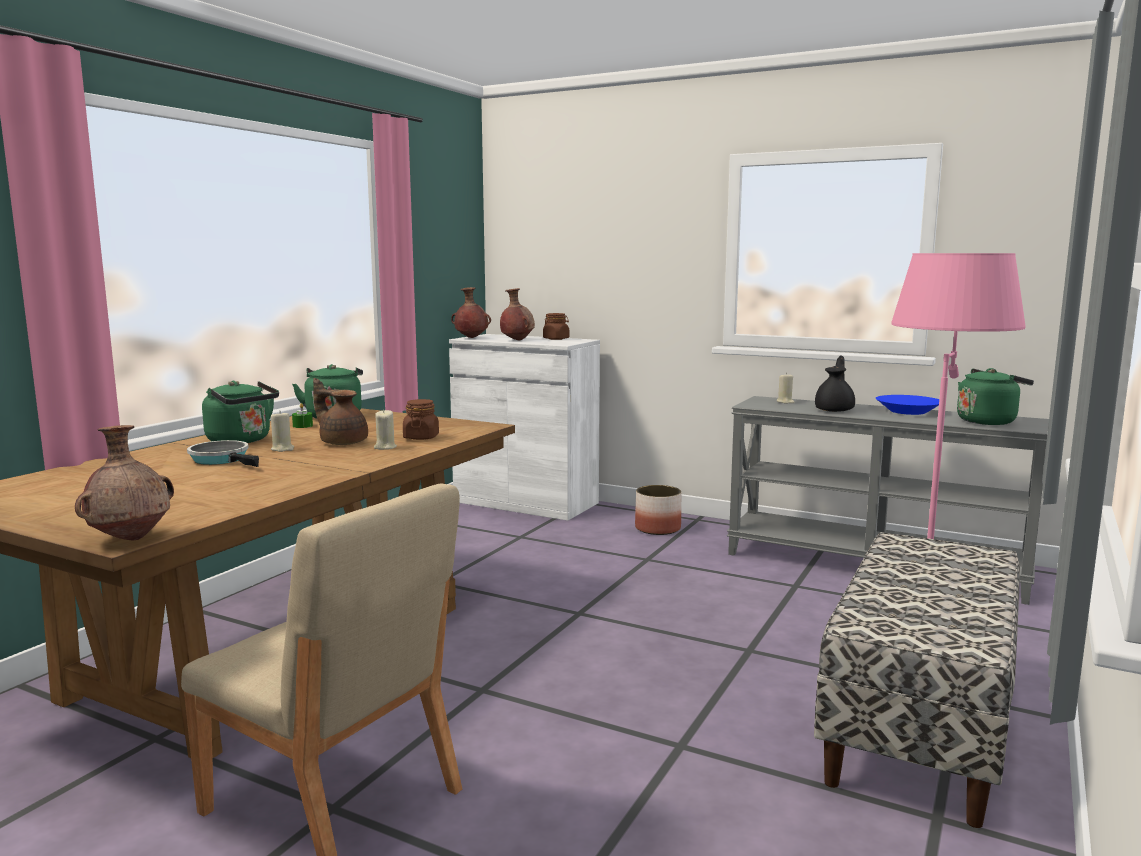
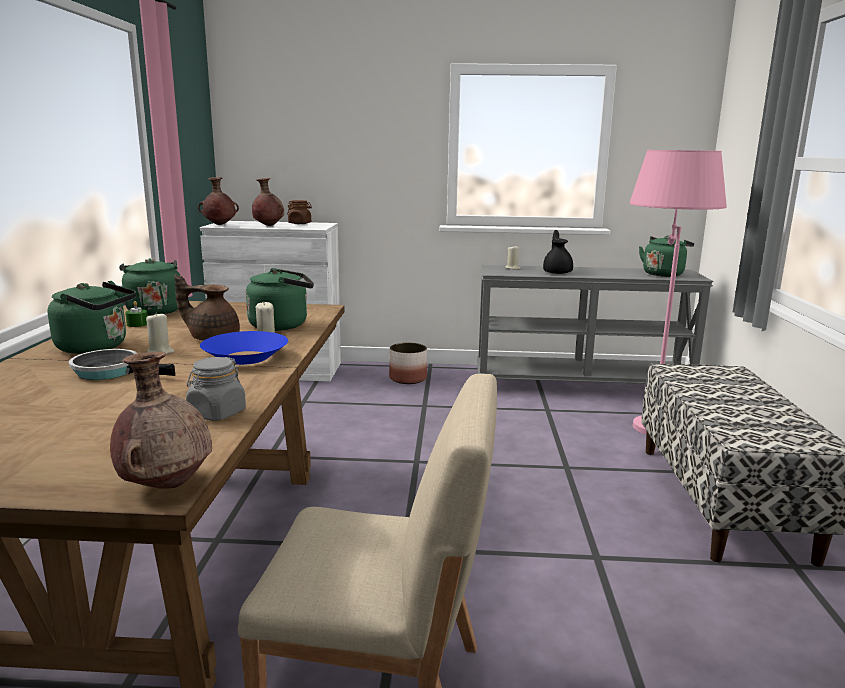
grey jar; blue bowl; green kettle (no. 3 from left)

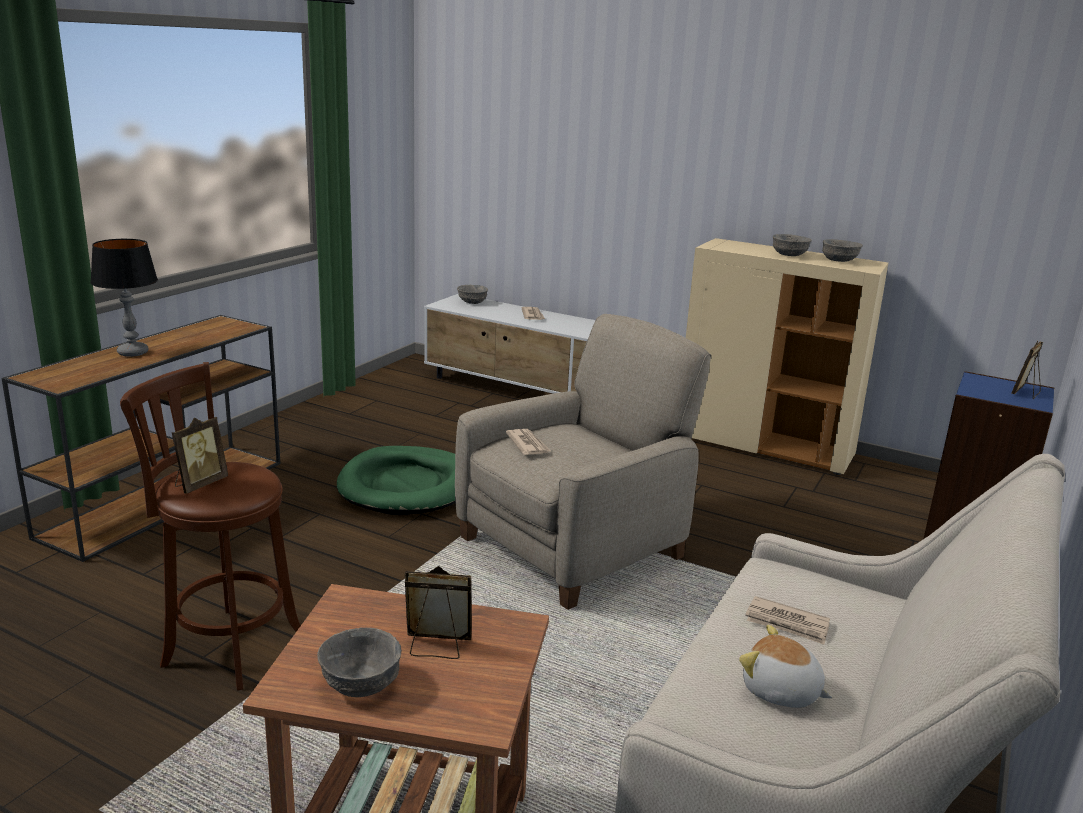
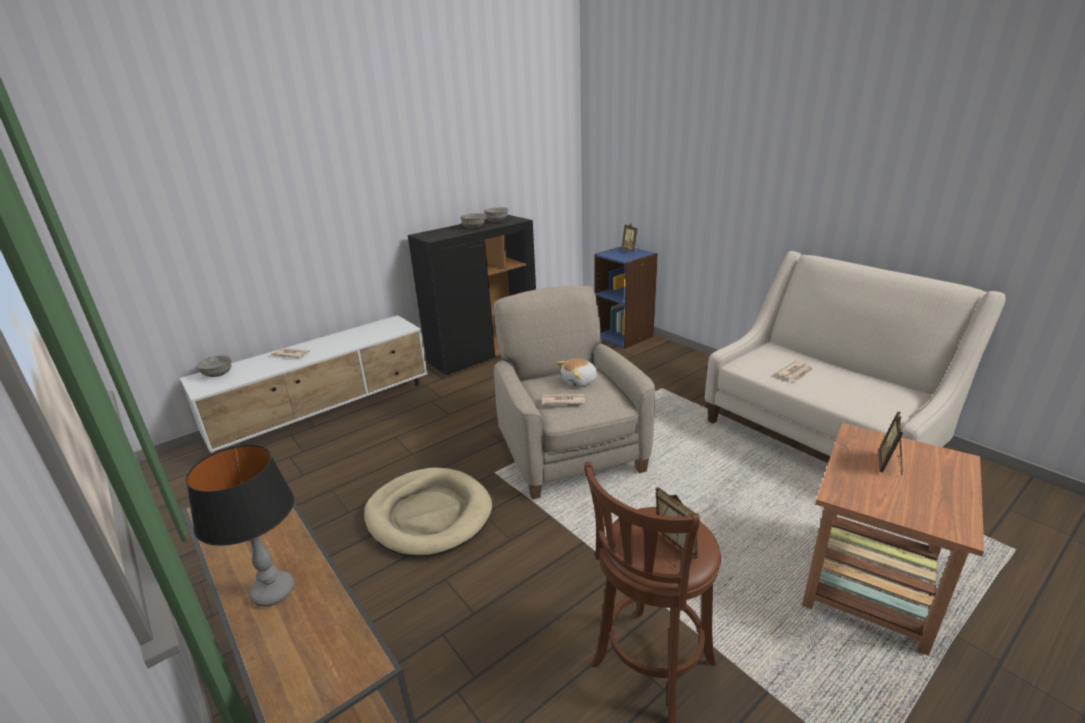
beige dog bed; black cabinet; plush toy; grey bowl (no. 1 from left in the first image)

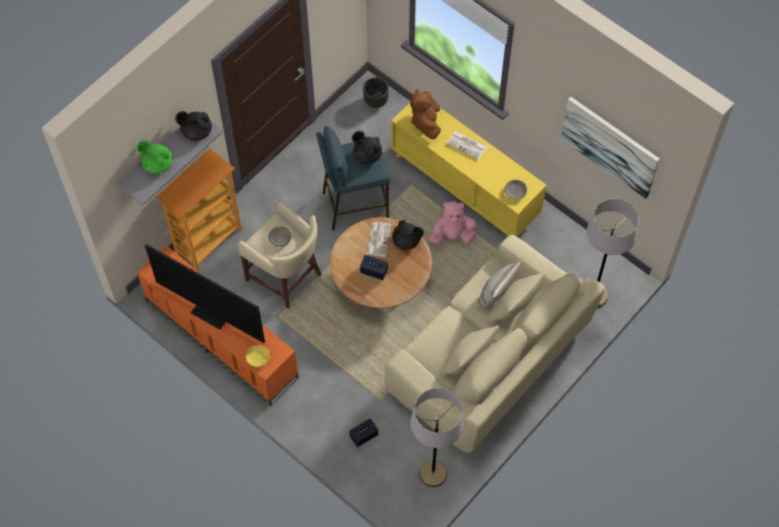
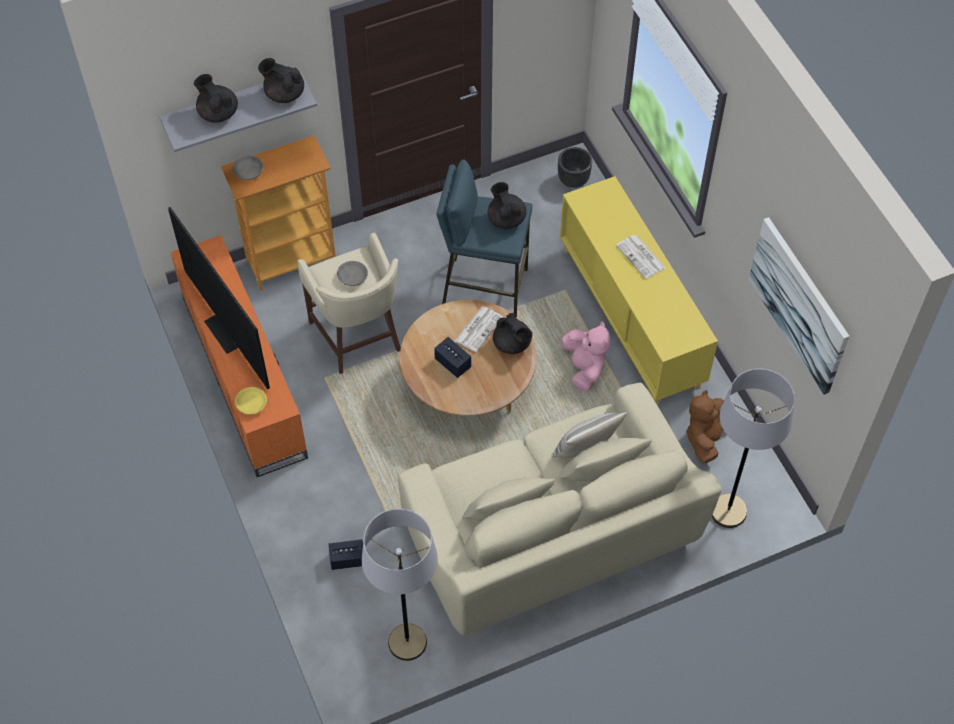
black teapot (no. 1 from left); grey bowl (no. 1 from left); pink plush toy; brown plush toy

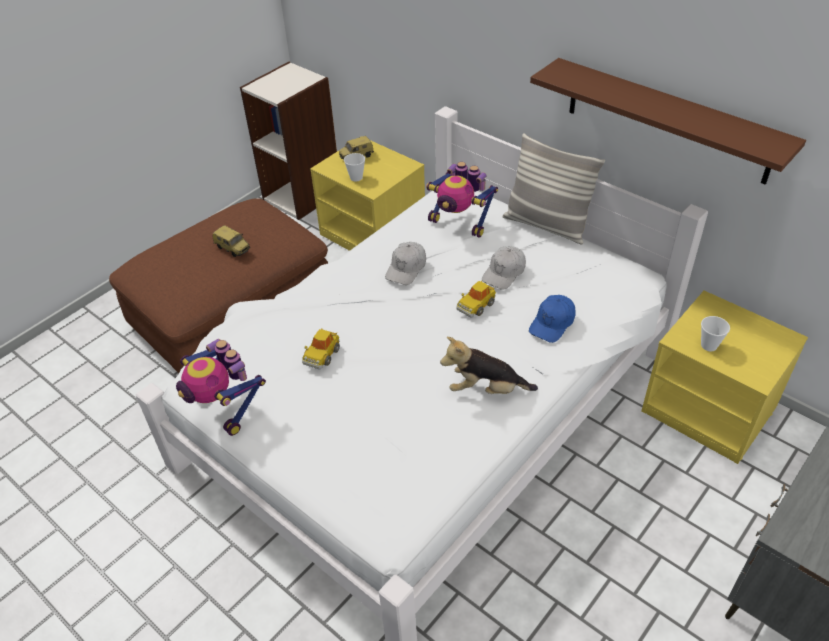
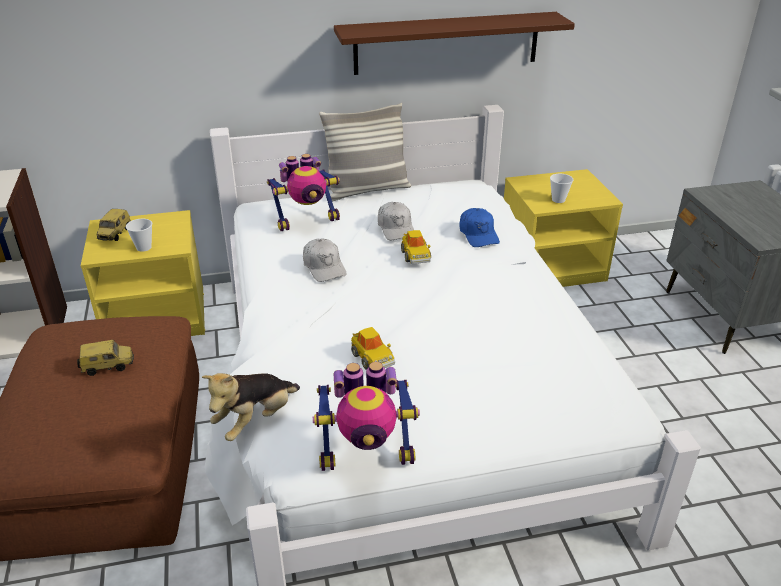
plush toy

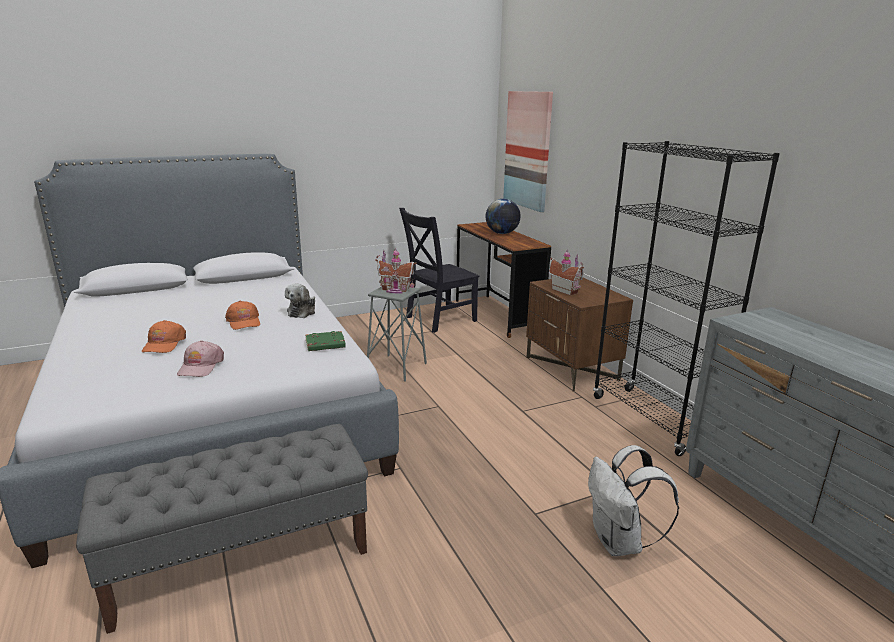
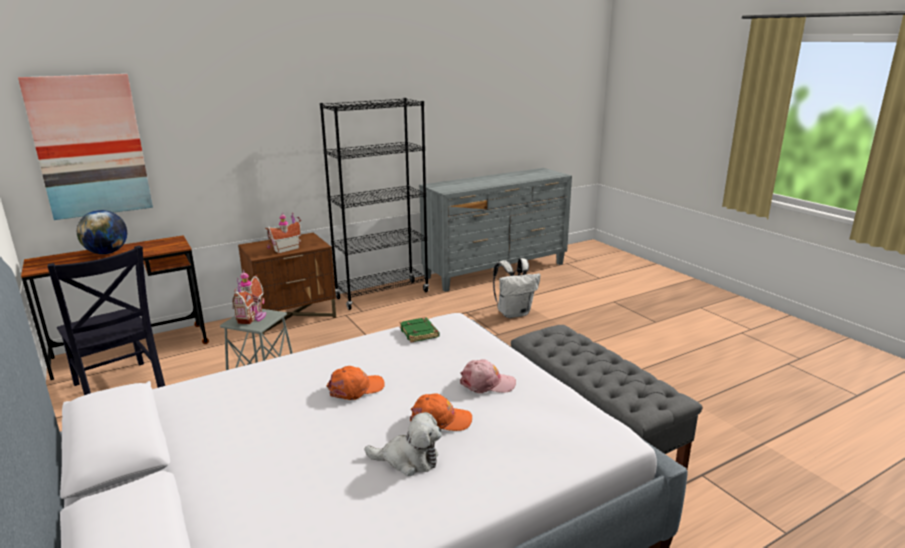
plush toy

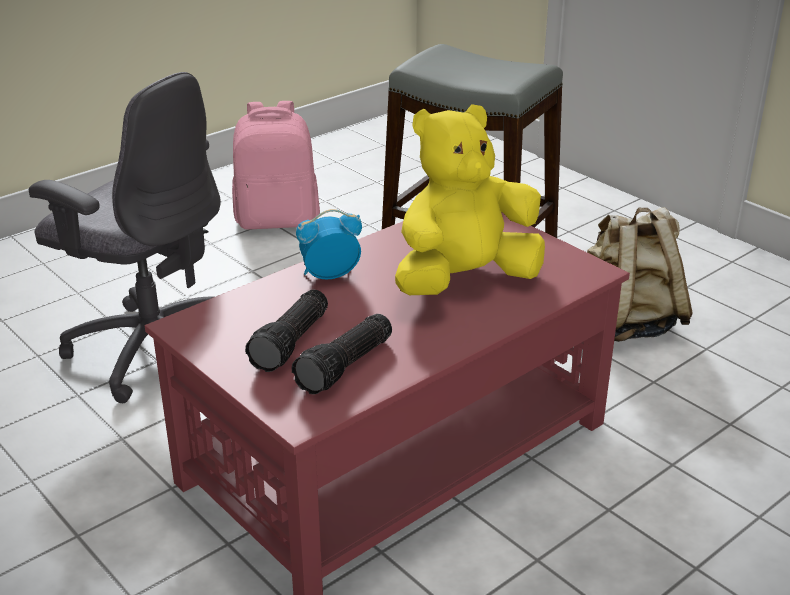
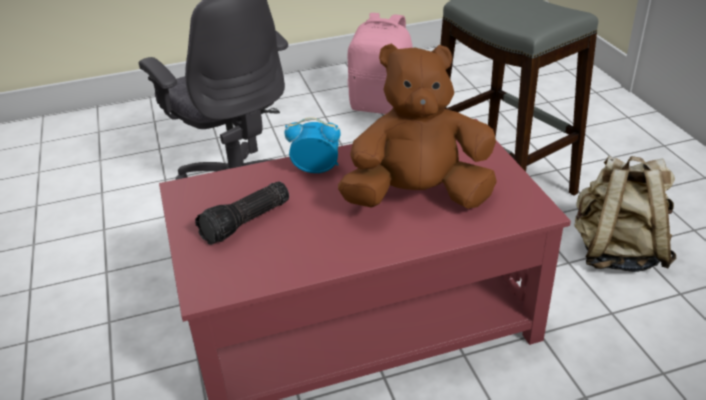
brown plush toy; flashlight (no. 2 from left in the first image)

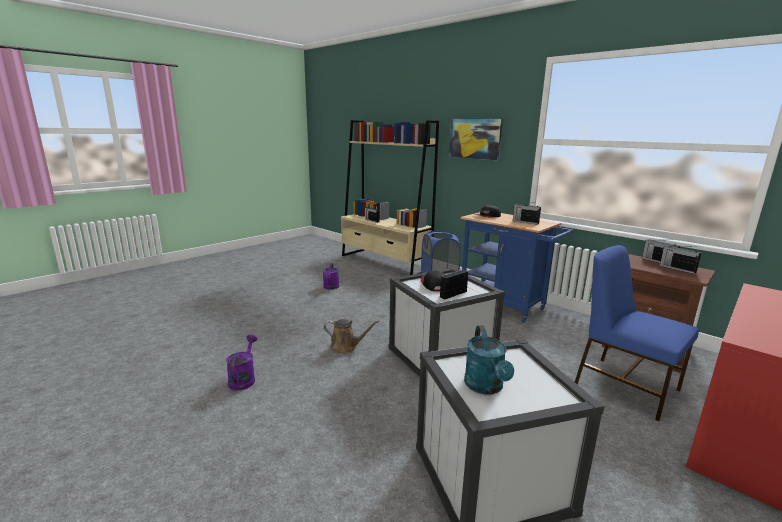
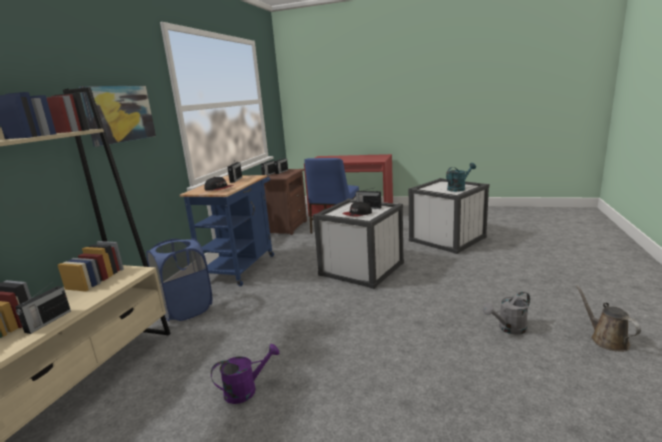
grey watering can; brown watering can

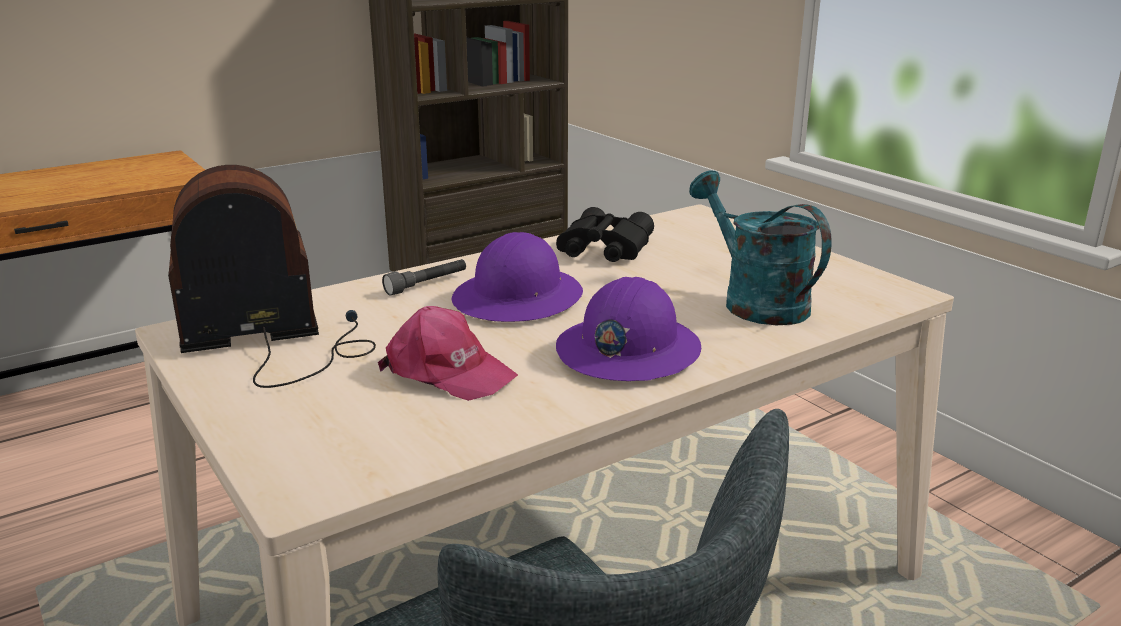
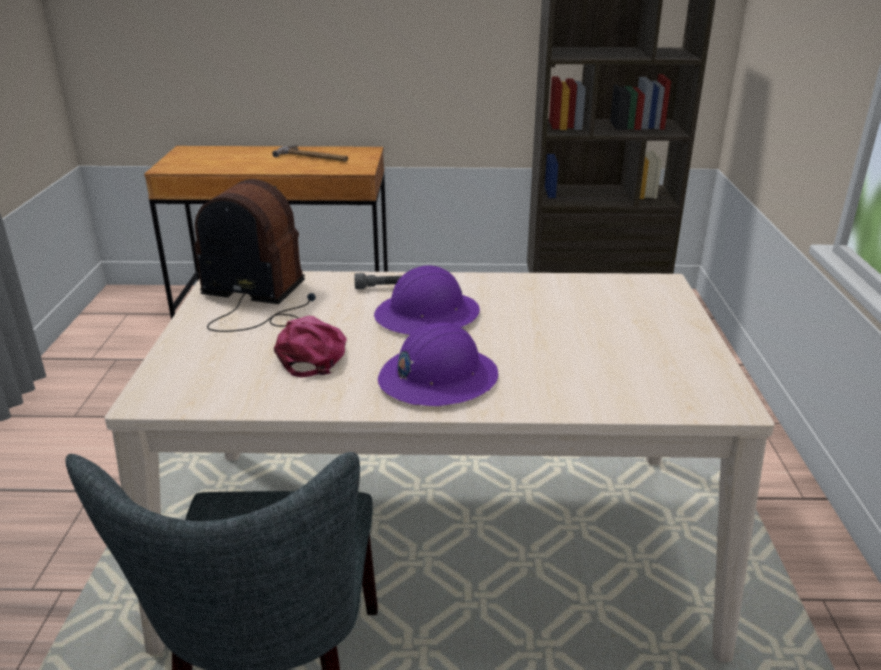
hammer; pink cap; black binoculars; turquoise watering can

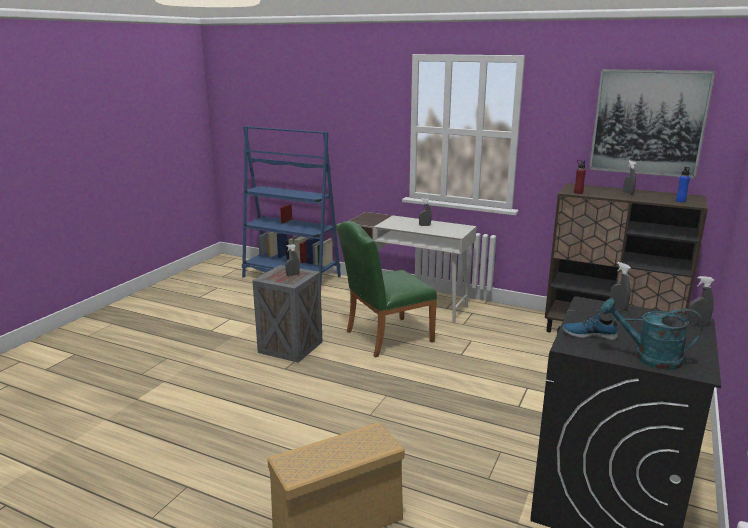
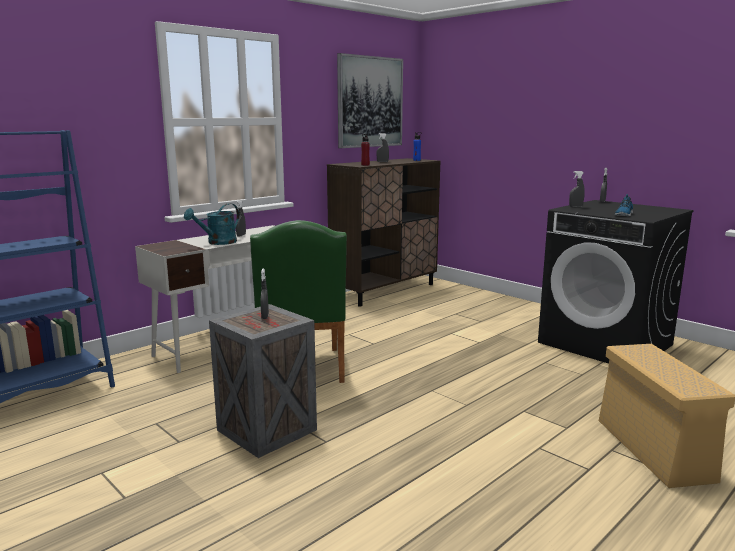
turquoise watering can

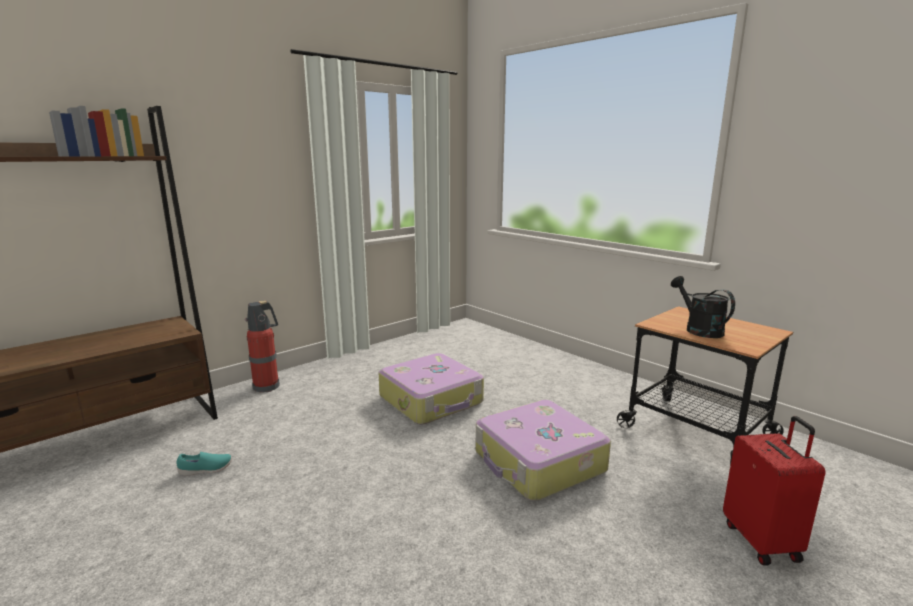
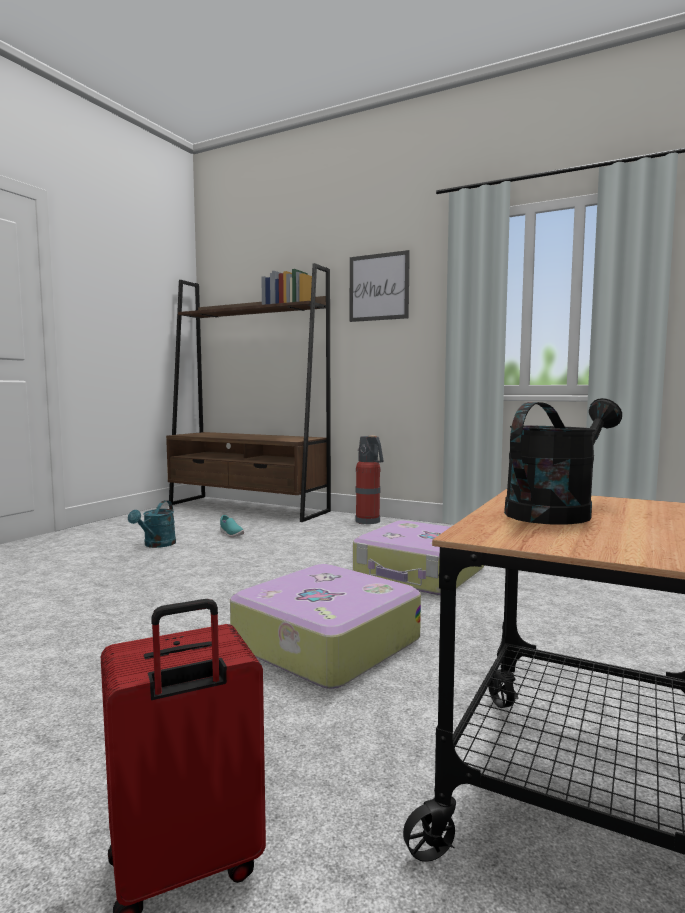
turquoise watering can; picture

